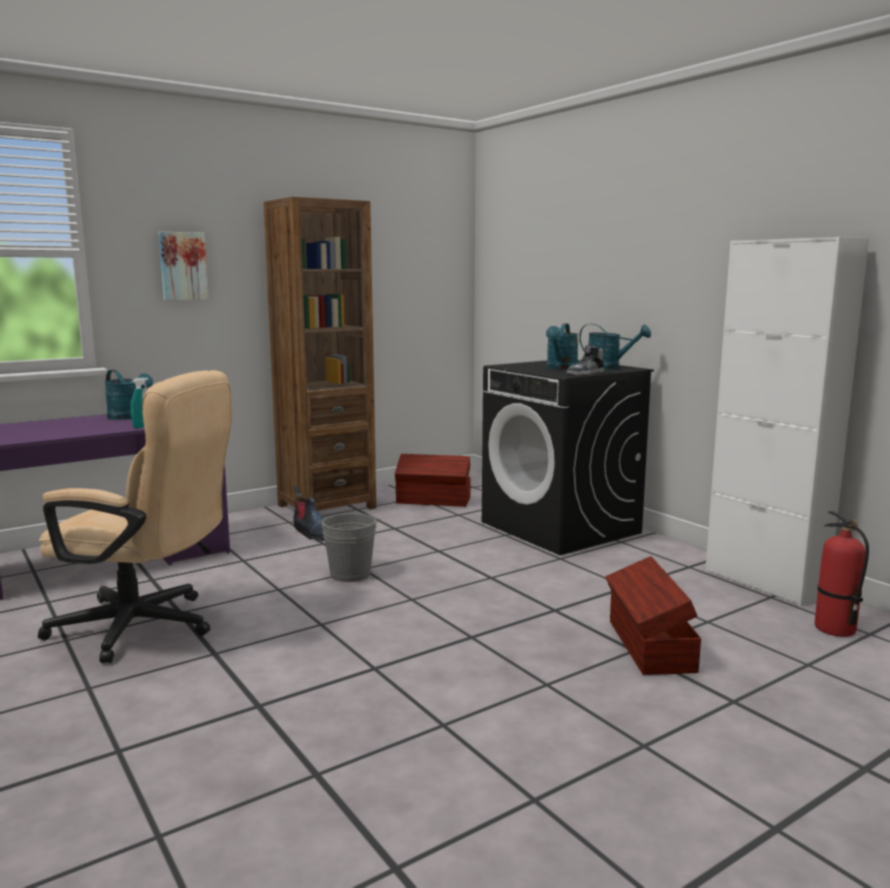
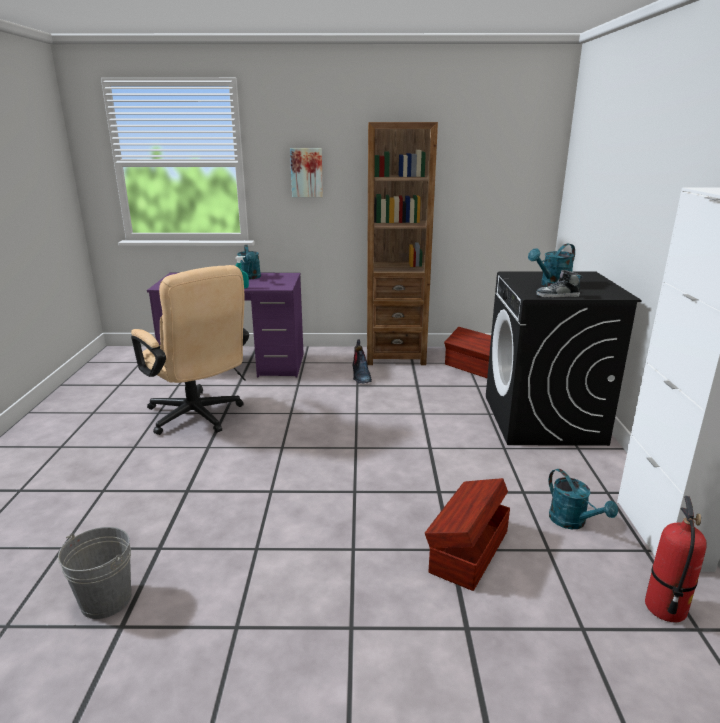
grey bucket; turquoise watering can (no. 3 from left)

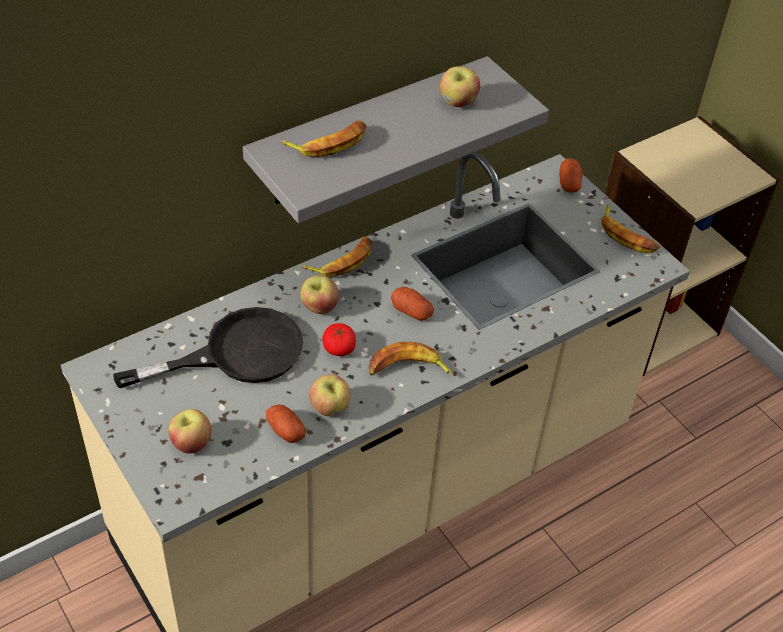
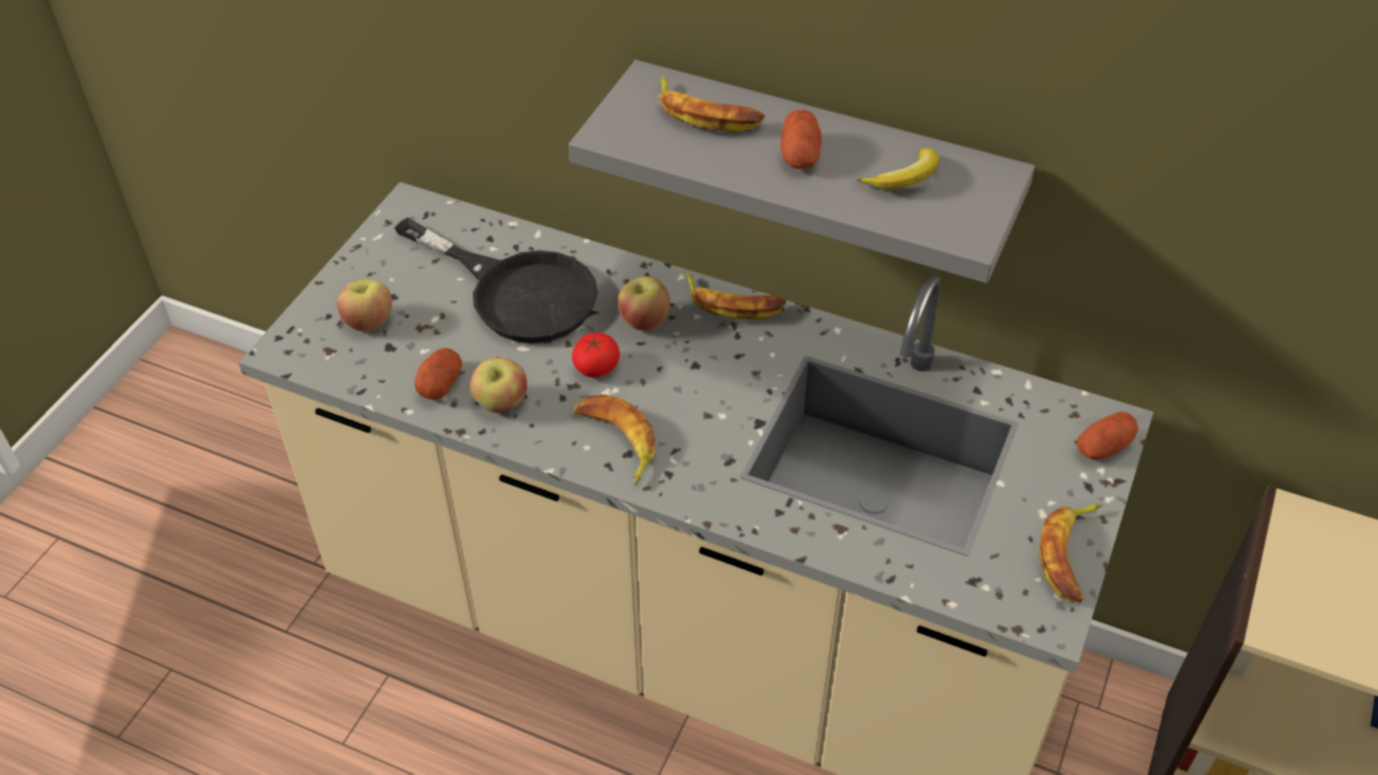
potato (no. 2 from left); banana (no. 4 from left)

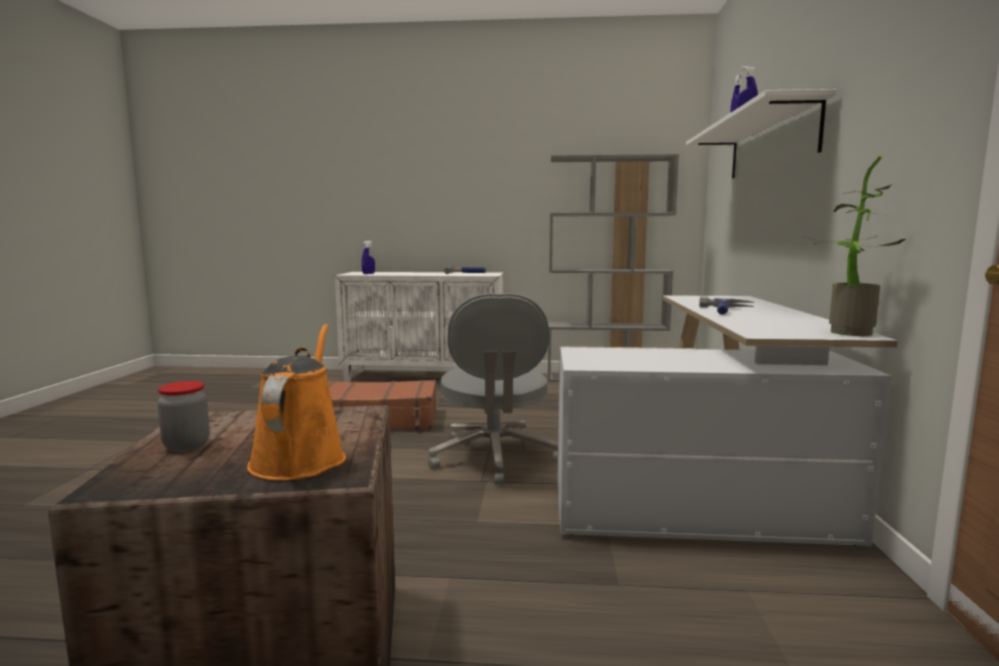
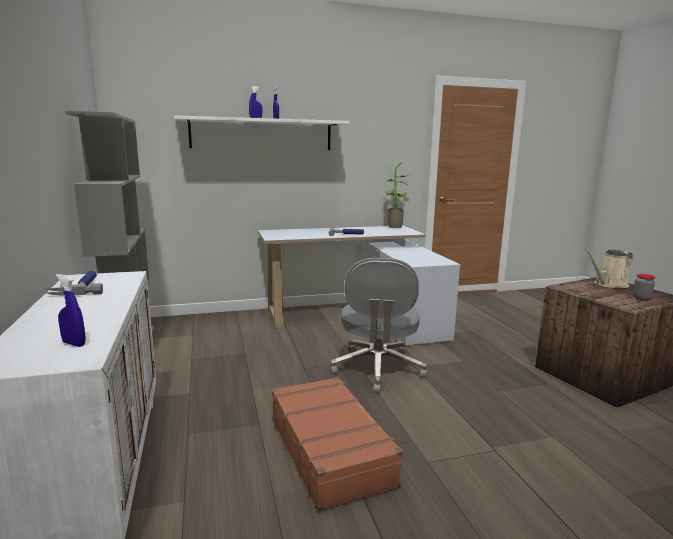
grey office chair; beige watering can

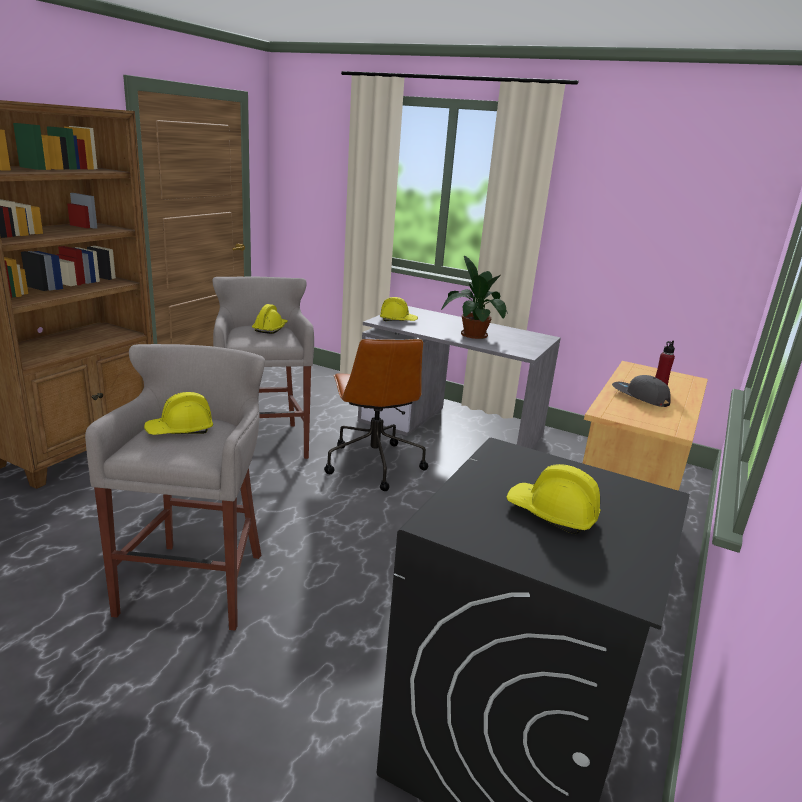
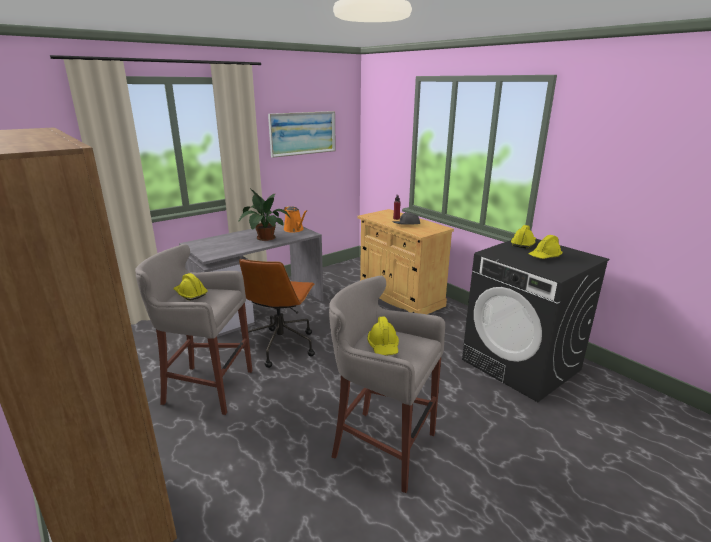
brown office chair; picture; orange watering can; yellow hard hat (no. 3 from left)

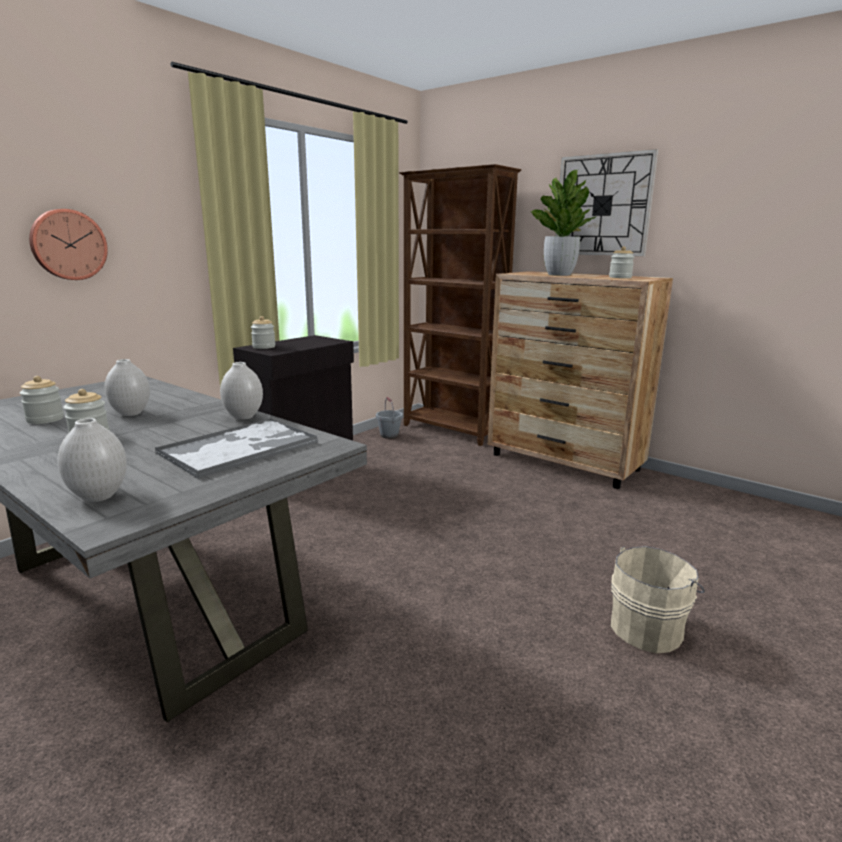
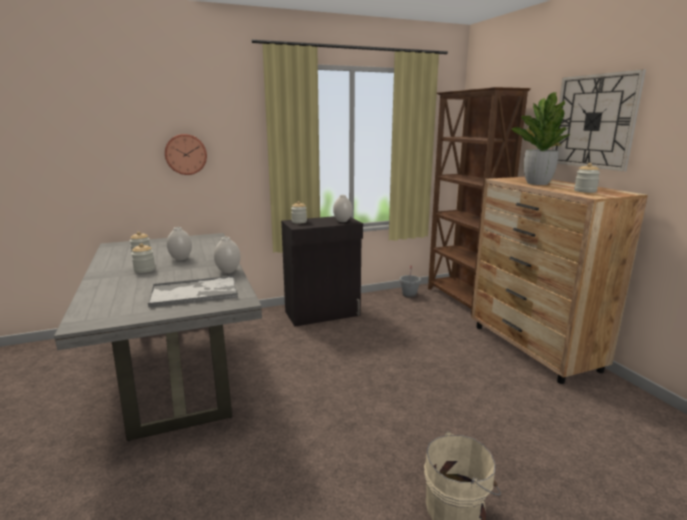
white vase (no. 3 from left)

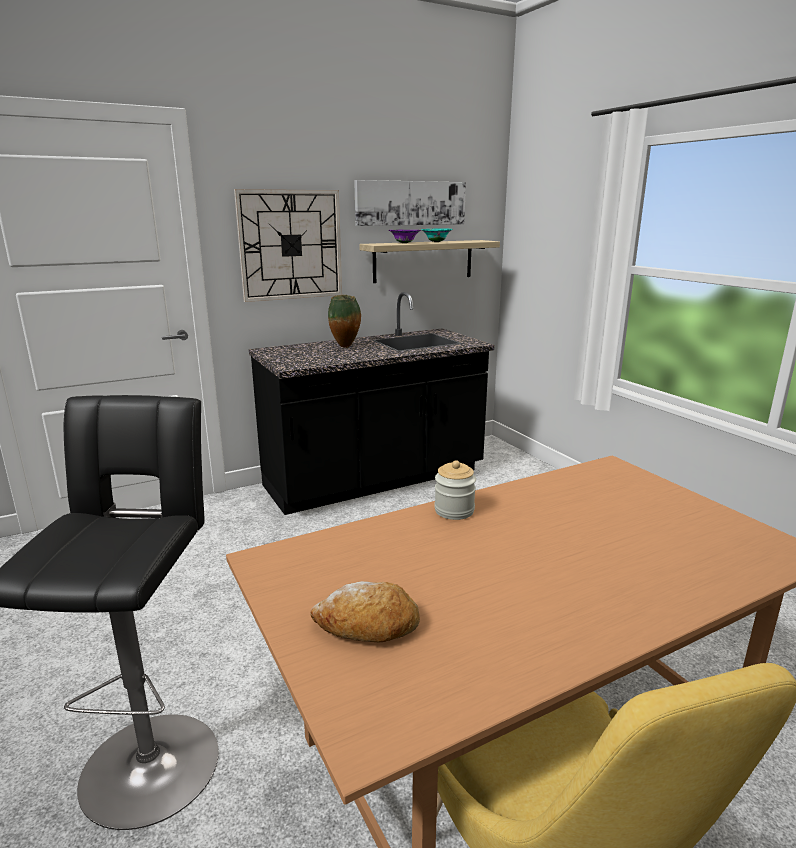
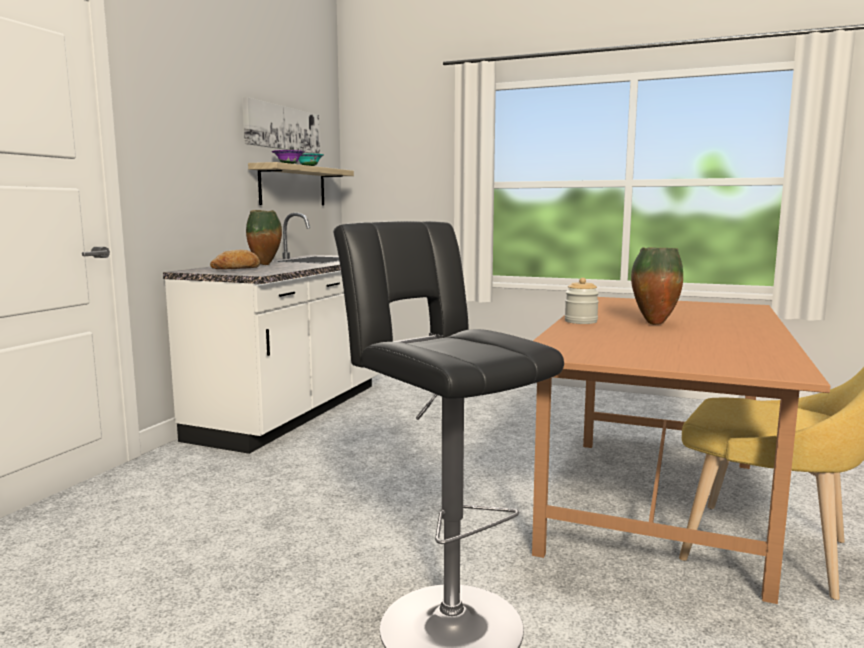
white counter; bread; vase (no. 2 from left); wall clock

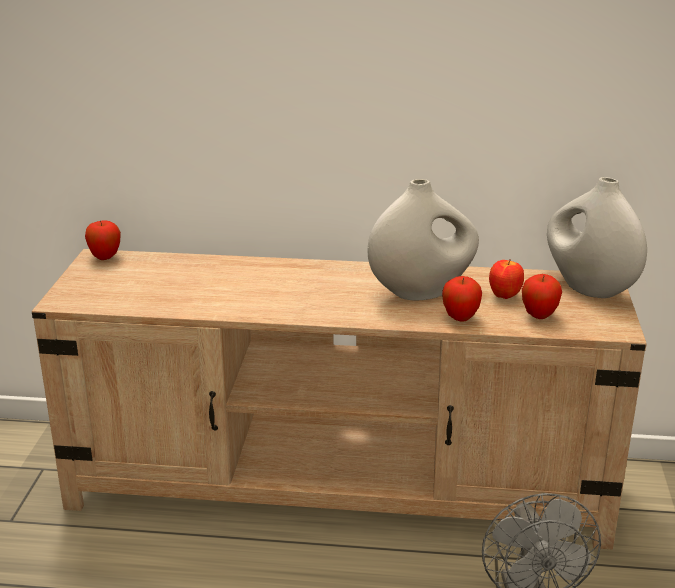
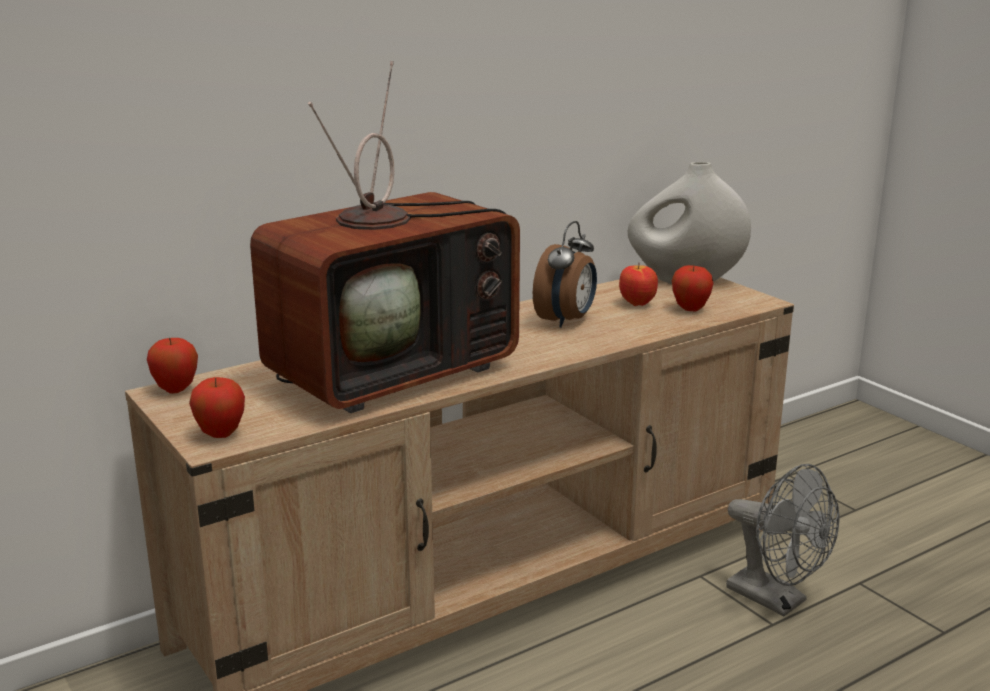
apple (no. 2 from left); television; alarm clock

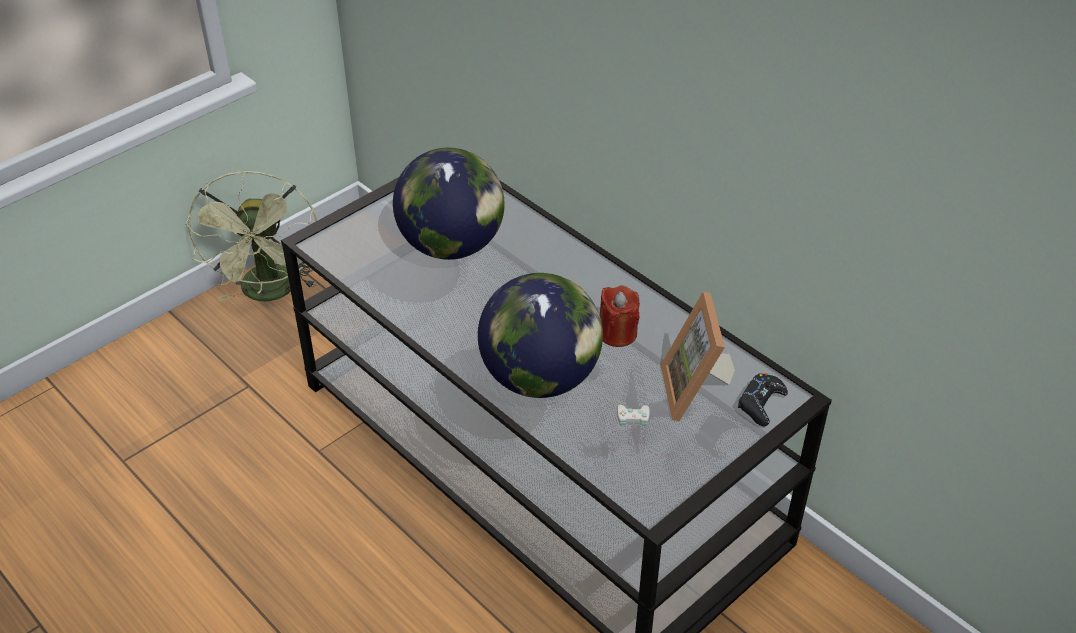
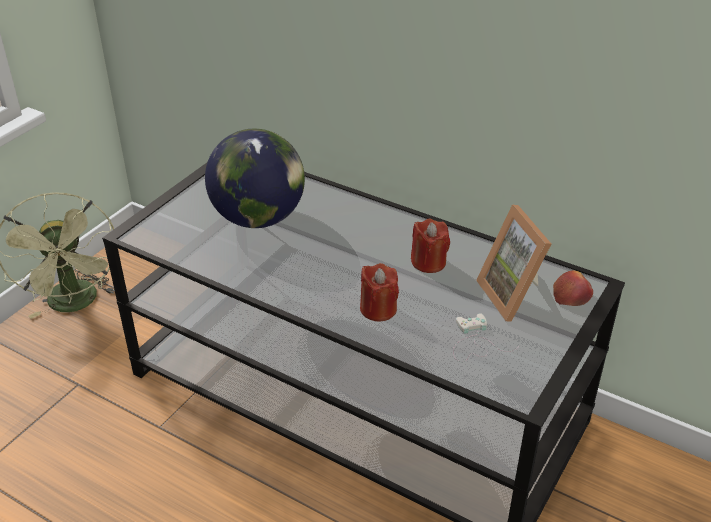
red candle (no. 1 from left); apple

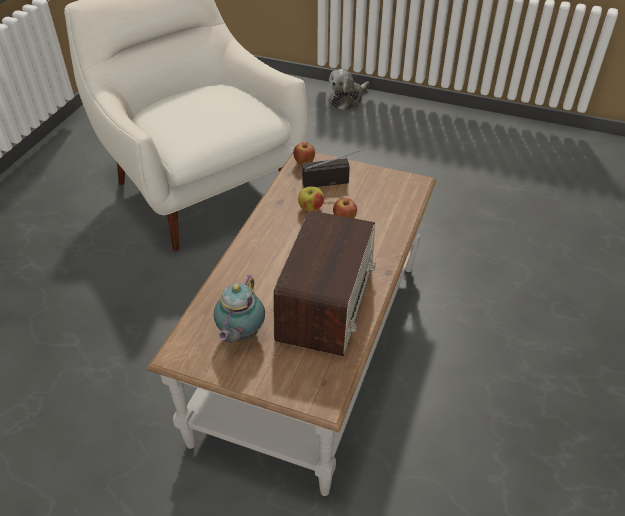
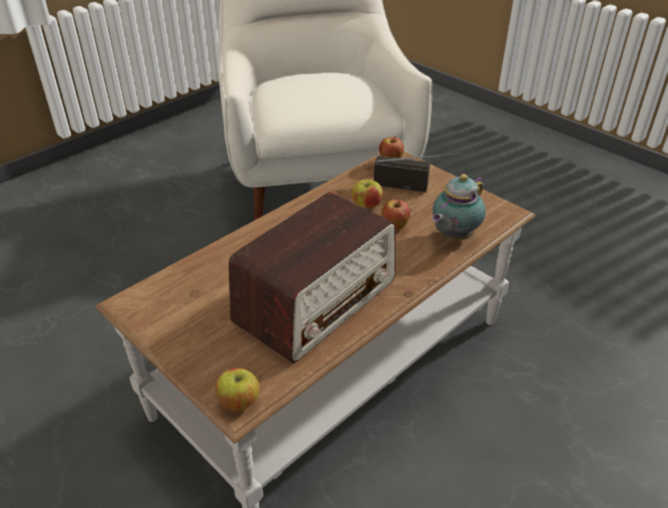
apple (no. 1 from left); teapot; plush toy

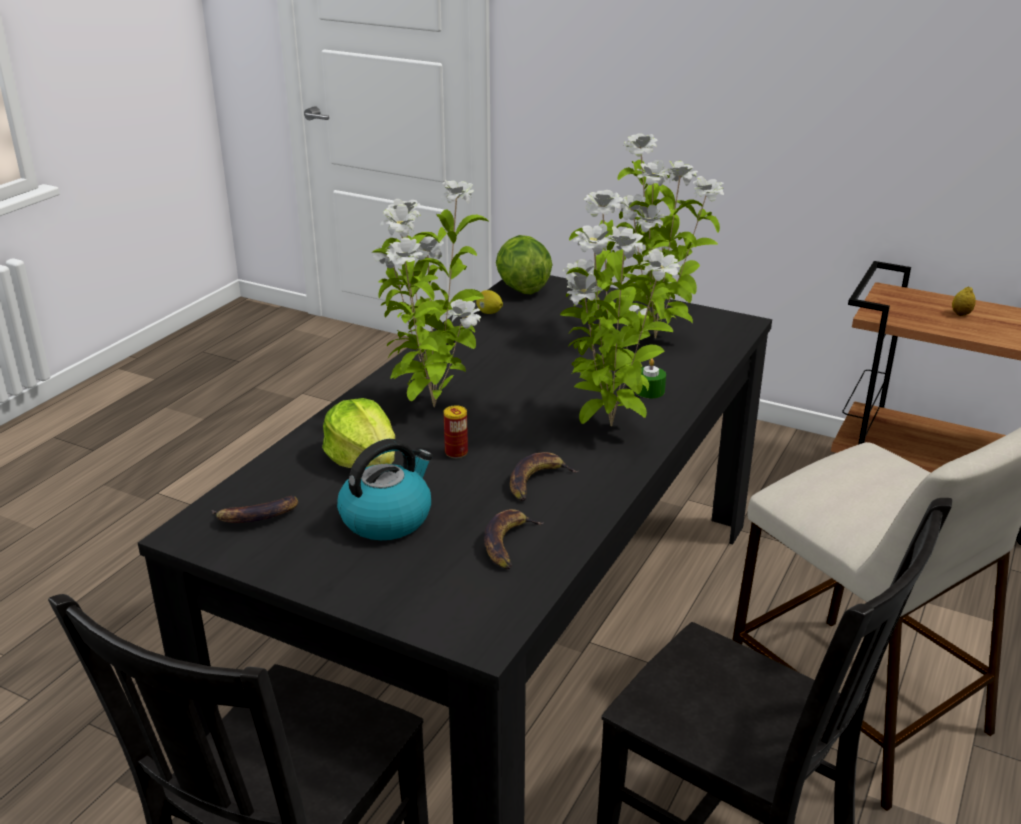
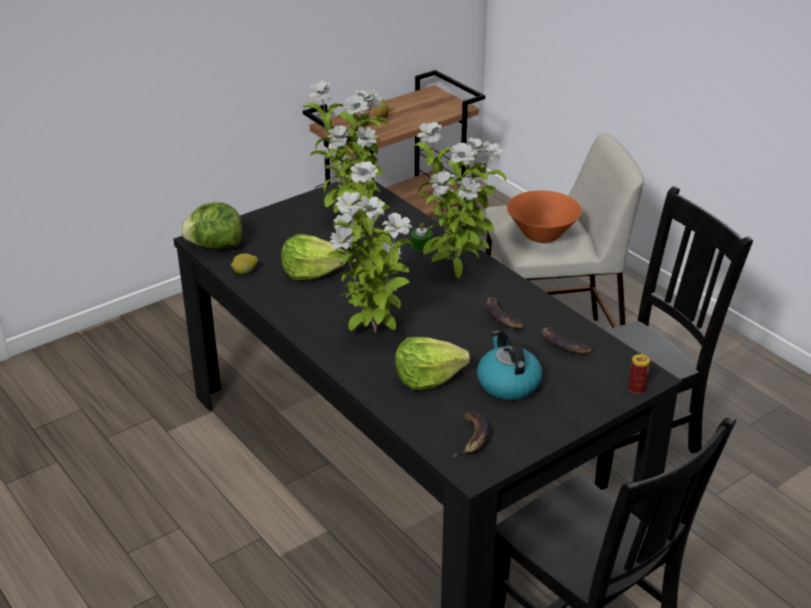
lettuce (no. 2 from left); orange bowl; can

